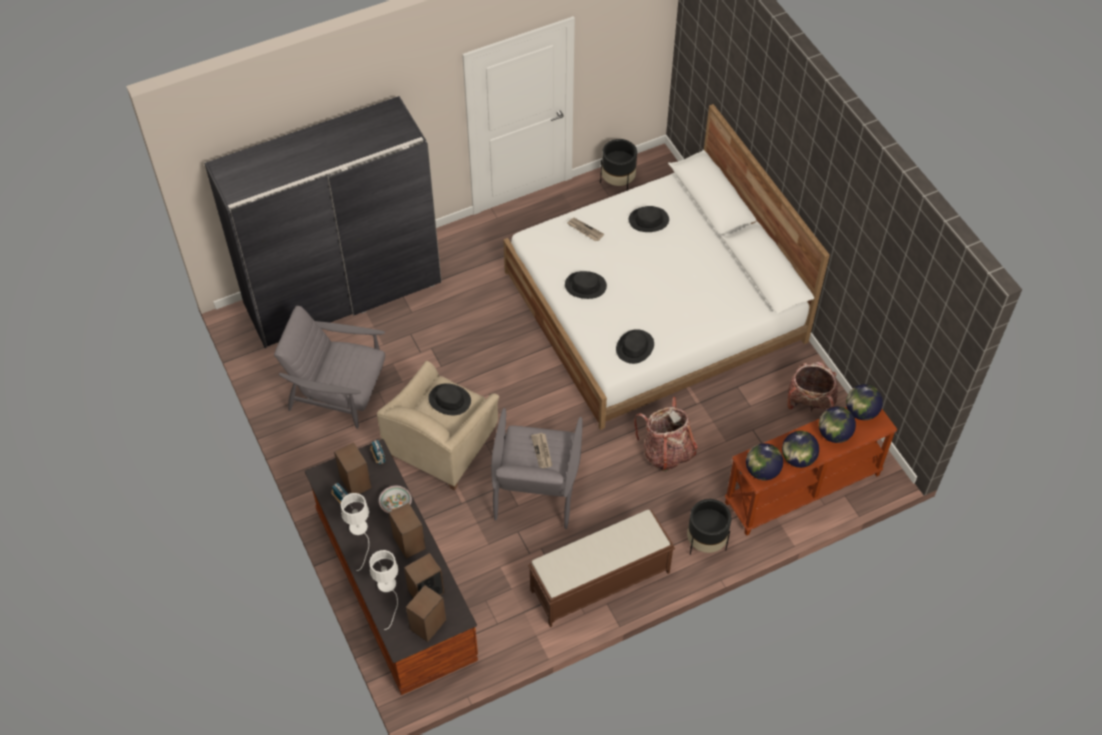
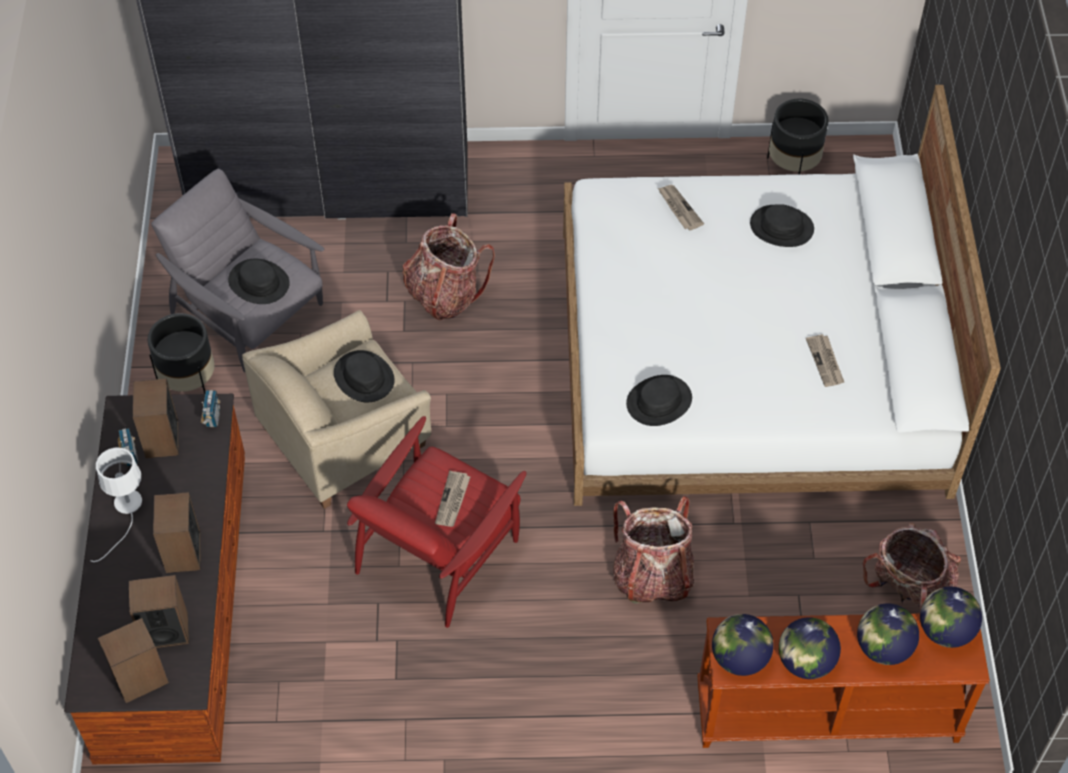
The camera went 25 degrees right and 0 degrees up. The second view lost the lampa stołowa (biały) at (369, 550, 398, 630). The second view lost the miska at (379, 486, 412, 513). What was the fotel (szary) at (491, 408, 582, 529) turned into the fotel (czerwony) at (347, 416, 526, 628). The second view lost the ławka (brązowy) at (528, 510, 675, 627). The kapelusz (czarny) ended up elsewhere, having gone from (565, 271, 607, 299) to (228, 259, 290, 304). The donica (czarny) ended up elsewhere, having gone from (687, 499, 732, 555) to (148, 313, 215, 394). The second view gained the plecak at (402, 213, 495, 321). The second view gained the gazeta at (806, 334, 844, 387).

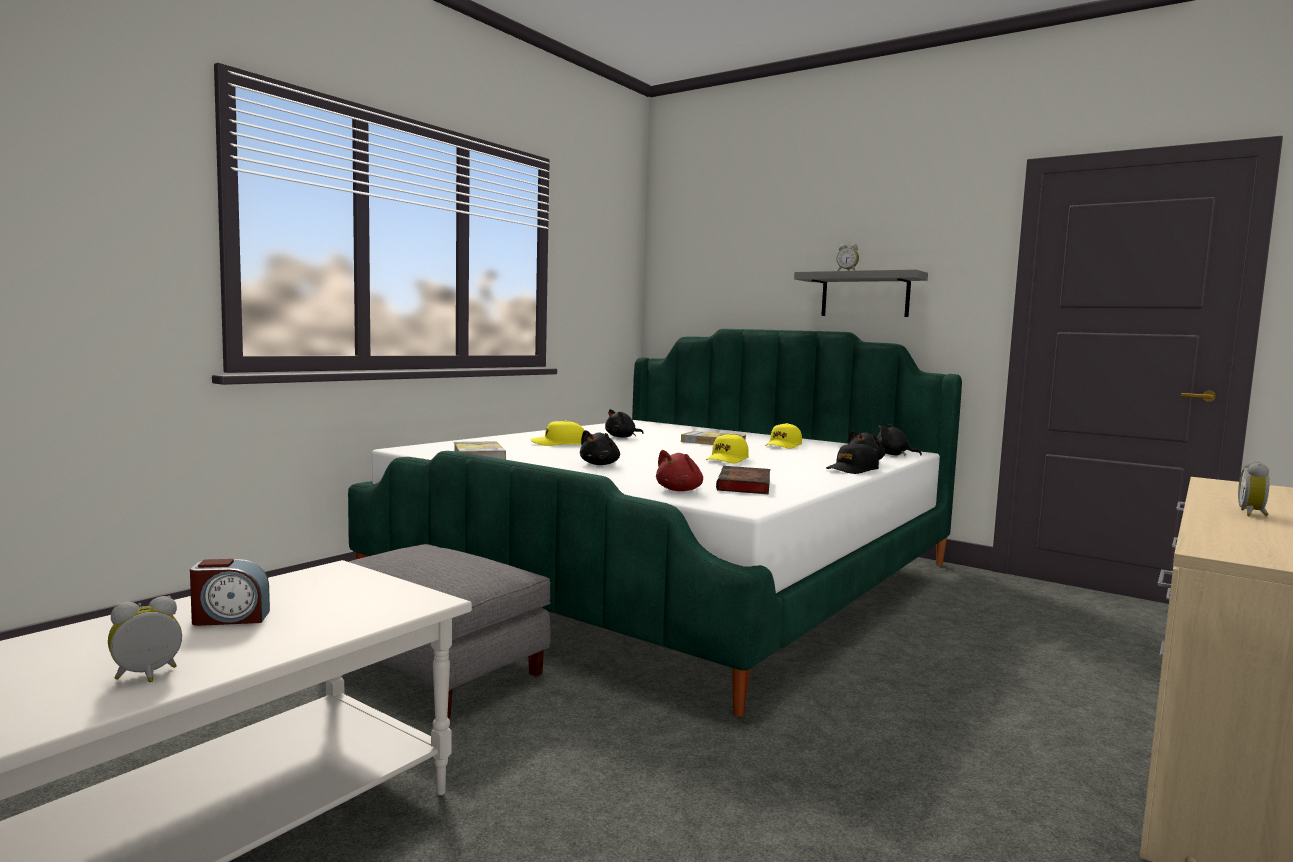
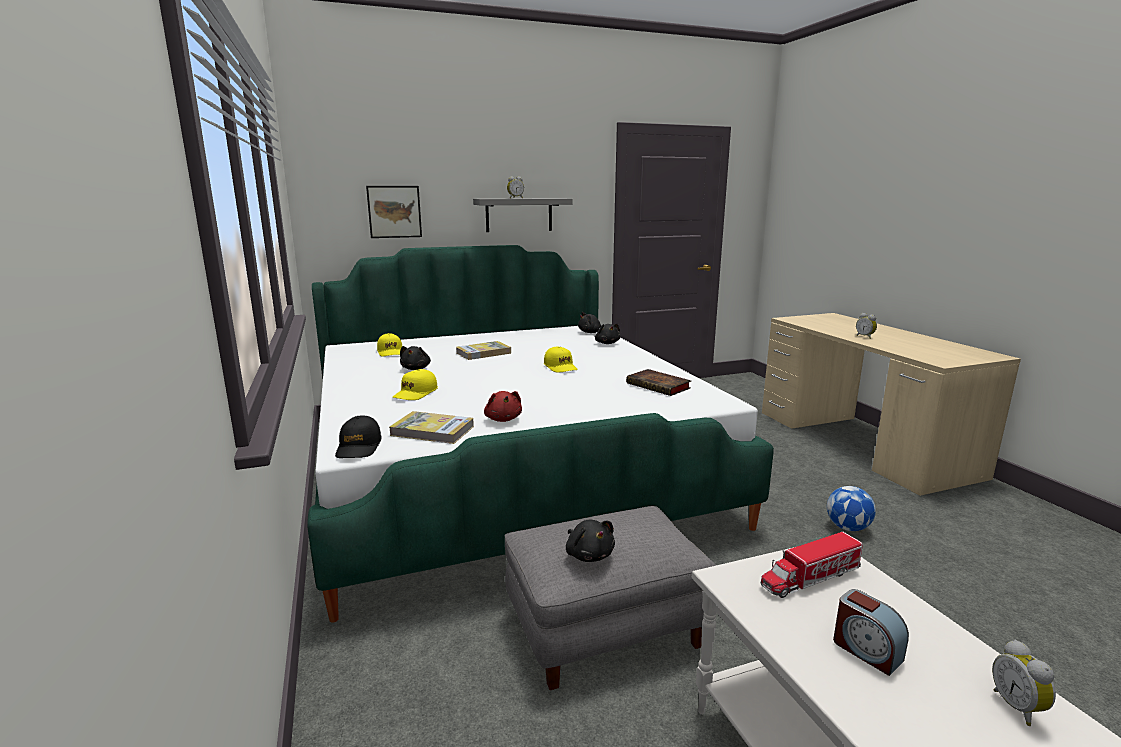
The camera went 55 degrees left and 10 degrees up. The budzik at (190, 559, 270, 626) ended up facing another way, 120 degrees clockwise from before. The pluszak (czarny) ended up elsewhere, having gone from (580, 430, 620, 465) to (566, 520, 615, 562). The pluszak (czerwony) ended up elsewhere, having gone from (656, 450, 703, 491) to (484, 391, 522, 422). The czapka z daszkiem (żółty) ended up elsewhere, having gone from (765, 423, 802, 449) to (377, 333, 402, 357). The czapka z daszkiem (czarny) ended up elsewhere, having gone from (826, 443, 879, 474) to (335, 415, 382, 458). The second view gained the obraz at (366, 186, 422, 238). The second view gained the ciężarówka zabawkowa at (761, 532, 863, 598). The second view gained the piłka futbolowa at (827, 486, 876, 531).

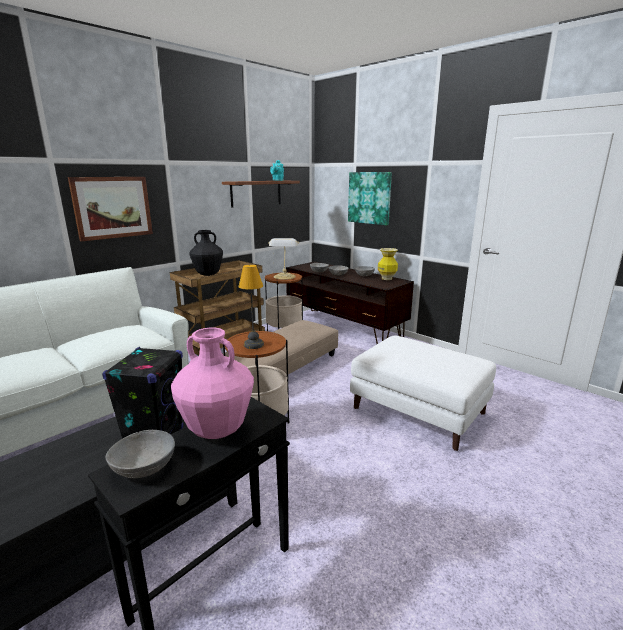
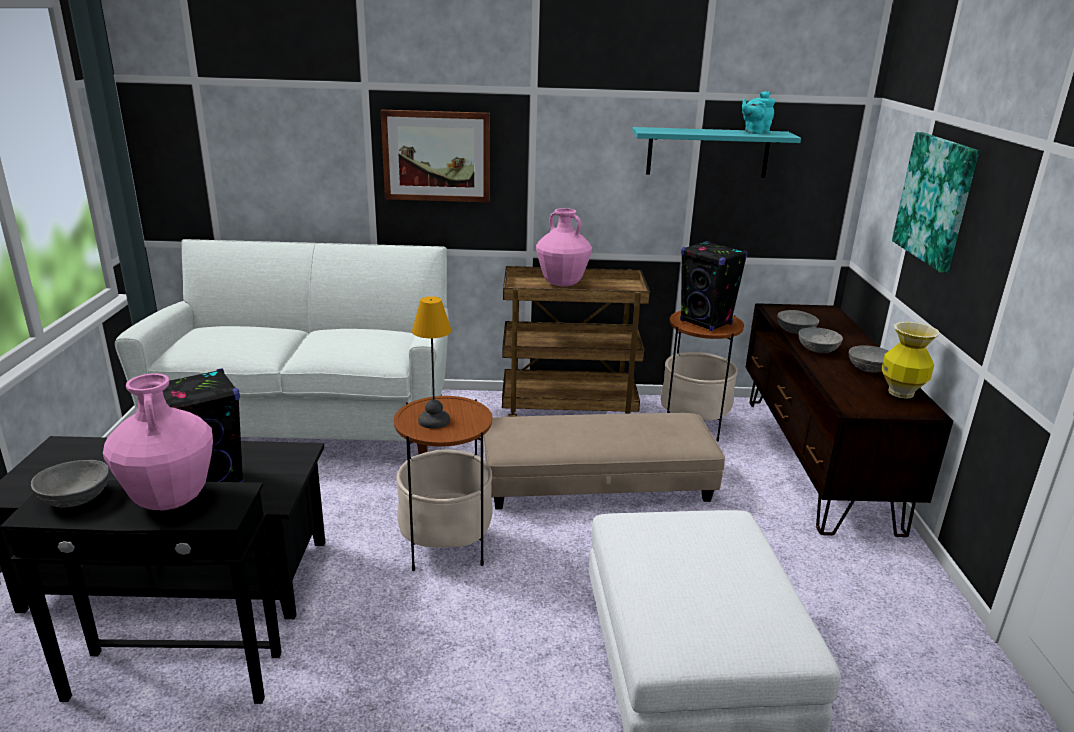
The camera went 45 degrees right and 5 degrees up. What was the wazon (czarny) at (189, 230, 223, 276) turned into the wazon (różowy) at (536, 208, 592, 286). What was the półka (brązowy) at (222, 181, 300, 207) turned into the półka (turkusowy) at (632, 127, 801, 178). Where the lampa stołowa stood at (268, 238, 299, 280), the głośnik (czarny) came to stand at (680, 241, 748, 332).

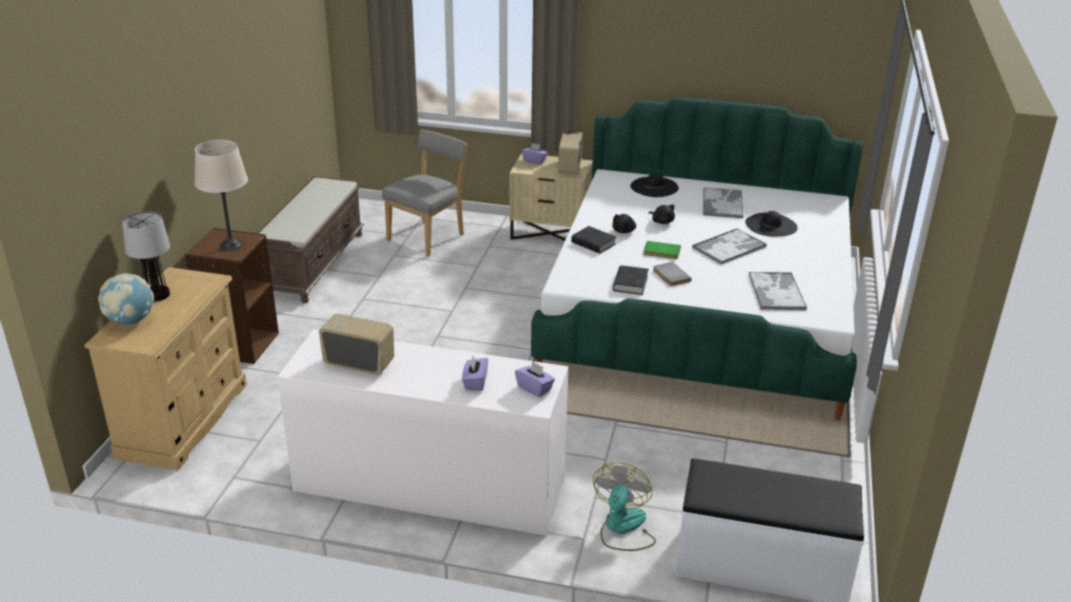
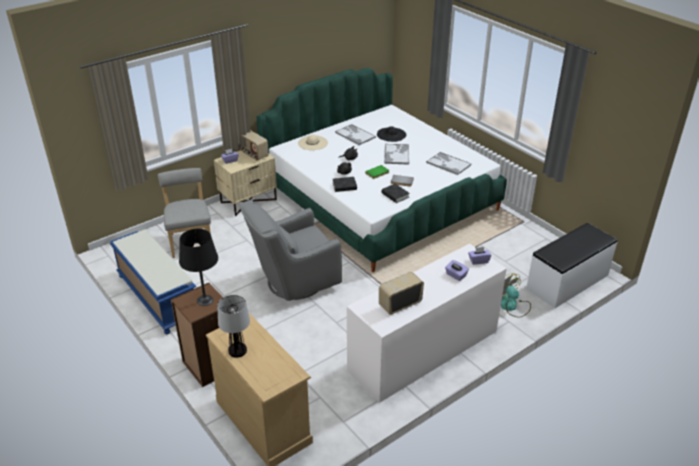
The camera went 50 degrees left and 5 degrees up. The second view lost the globus at (98, 273, 154, 325). What was the lampa stołowa (beżowy) at (195, 140, 248, 251) turned into the lampa stołowa (czarny) at (179, 229, 218, 306). What was the ławka (brązowy) at (258, 176, 364, 303) turned into the ławka (niebieski) at (110, 230, 196, 334). What was the kapelusz (czarny) at (630, 173, 679, 197) turned into the kapelusz (beżowy) at (298, 134, 328, 150). The second view gained the fotel (szary) at (240, 199, 342, 301).

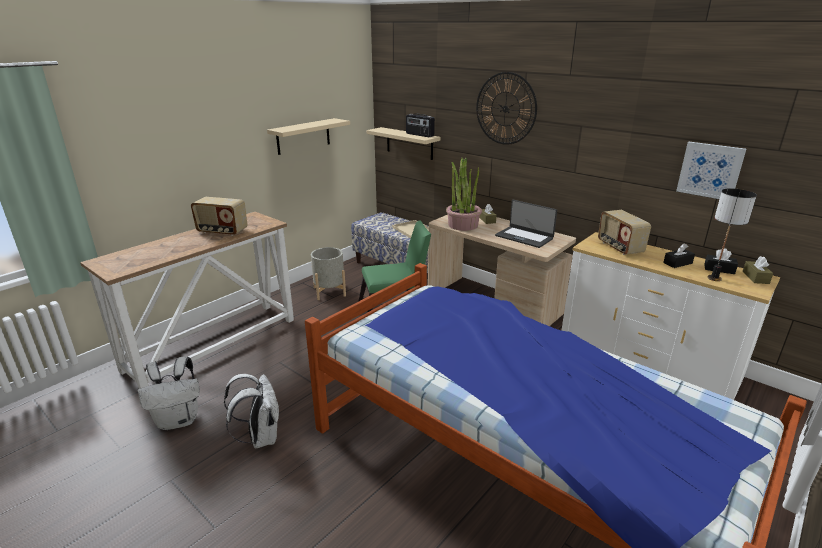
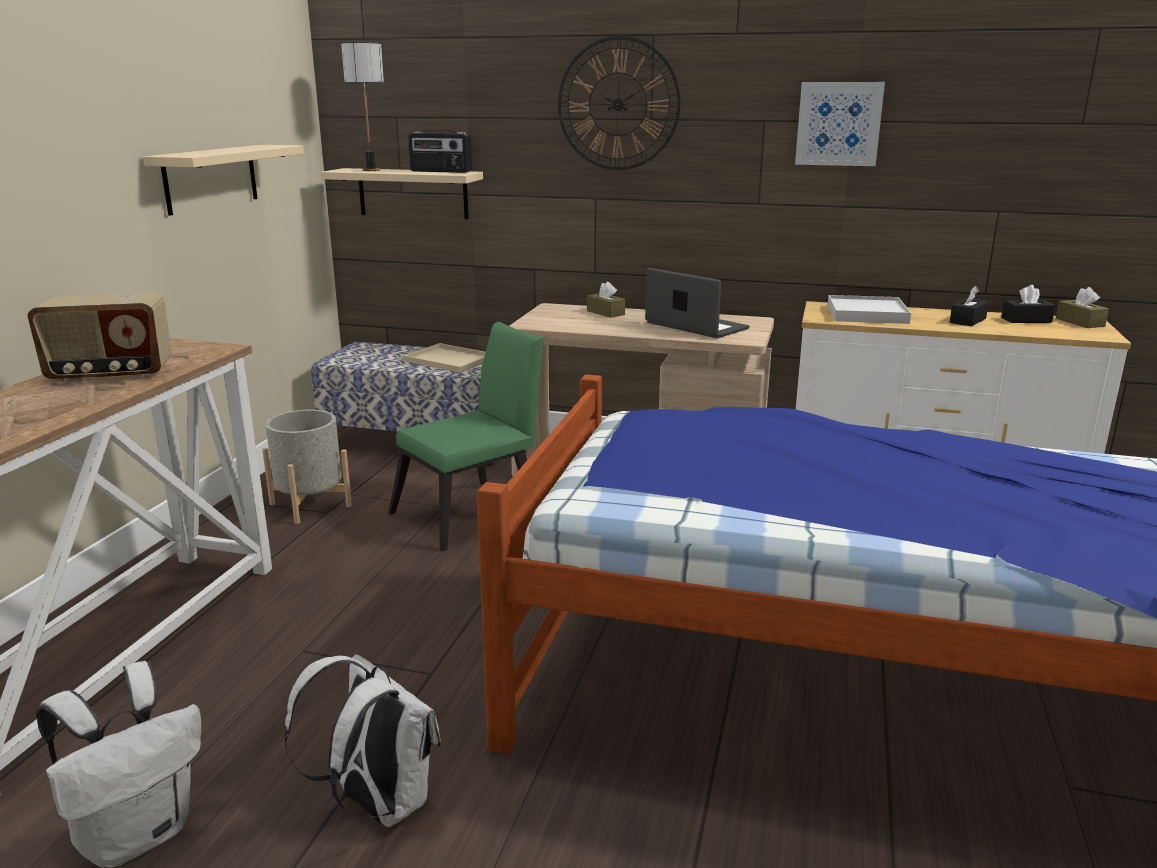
The camera went 25 degrees left and 5 degrees down. The second view lost the roślina doniczkowa at (446, 158, 482, 231). The laptop at (495, 200, 557, 248) ended up facing another way, 150 degrees counterclockwise from before. Where the radio stood at (598, 210, 651, 255), the taca (biały) came to stand at (828, 295, 911, 324). The obraz ended up elsewhere, having gone from (676, 142, 746, 199) to (795, 82, 885, 166). The lampa stołowa ended up elsewhere, having gone from (707, 188, 757, 281) to (341, 42, 384, 171).

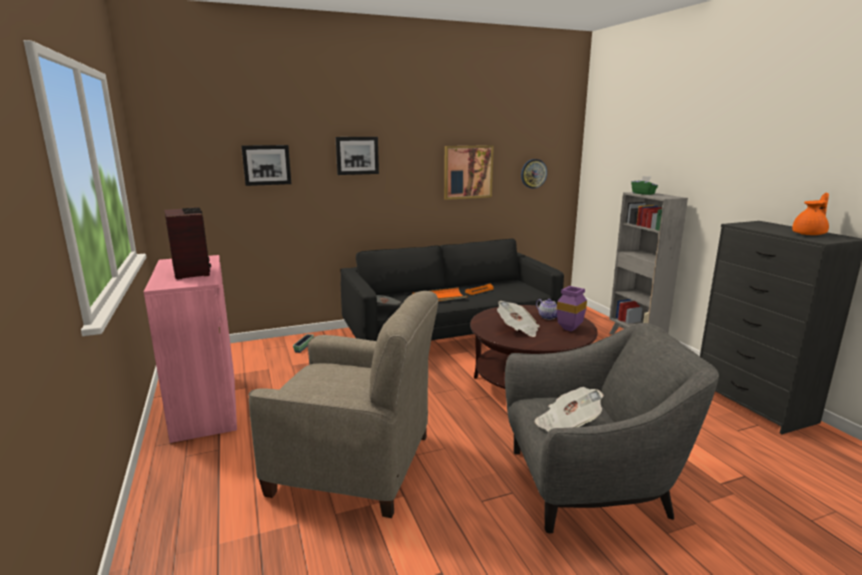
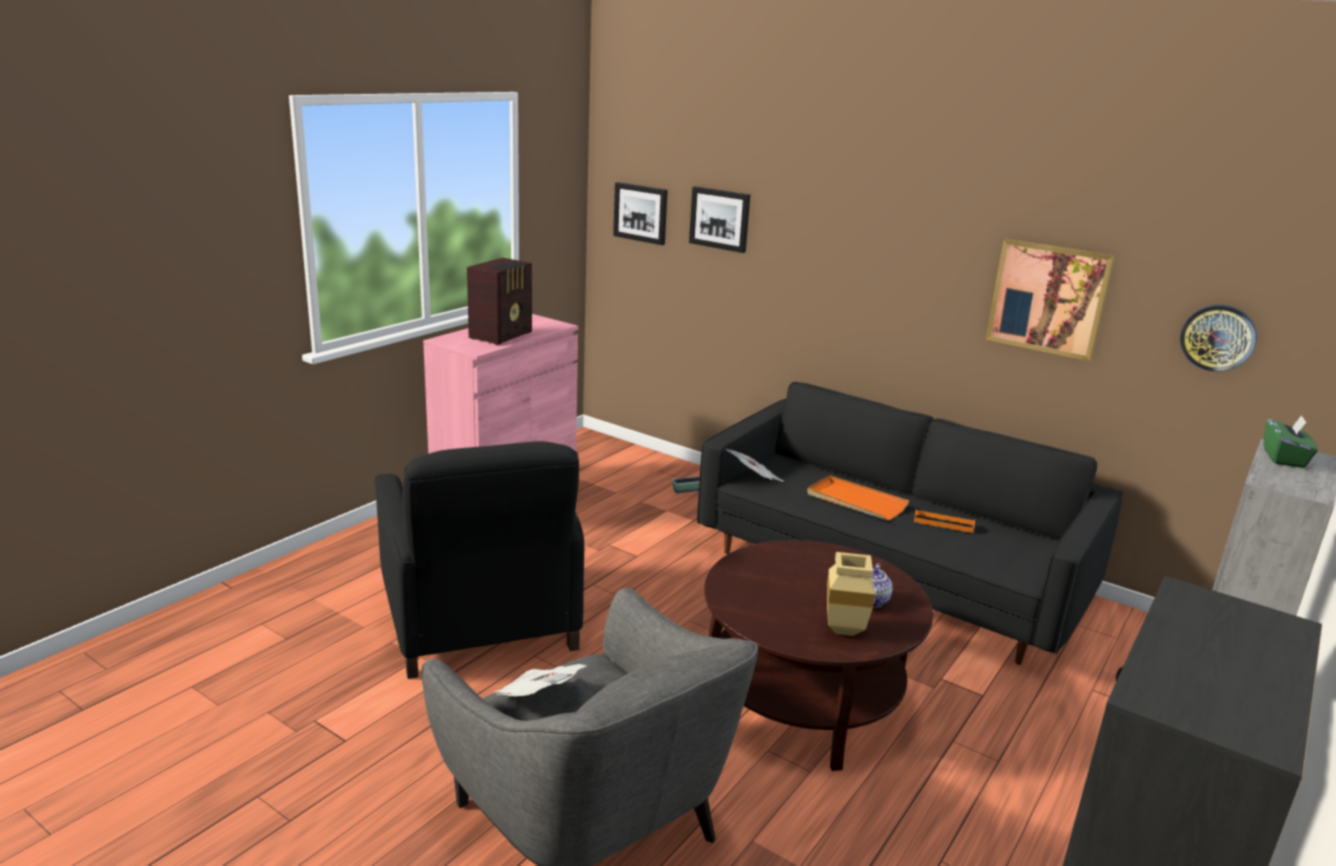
The camera went 55 degrees right and 5 degrees up. What was the fotel (beżowy) at (248, 291, 438, 518) turned into the fotel (czarny) at (375, 441, 584, 679). The obraz ended up elsewhere, having gone from (336, 137, 379, 175) to (613, 182, 668, 245). The second view lost the gazeta at (497, 301, 540, 337). What was the wazon (fioletowy) at (557, 286, 587, 332) turned into the wazon (beżowy) at (827, 552, 875, 636). The second view lost the imbryk (pomarańczowy) at (792, 193, 829, 235).

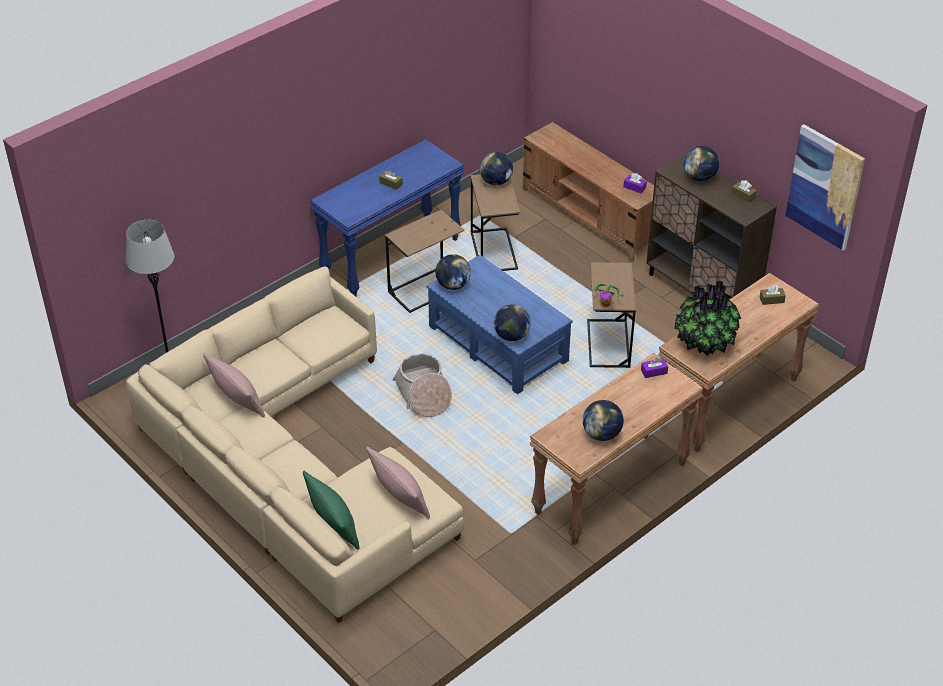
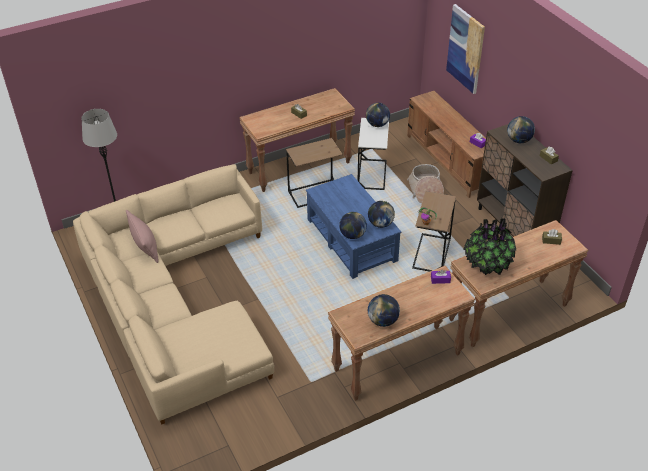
The camera went 15 degrees right and 0 degrees up. The second view lost the poduszka (zielony) at (303, 471, 359, 550). What was the stolik konsolowy (niebieski) at (310, 139, 464, 296) turned into the stolik konsolowy (brązowy) at (239, 88, 355, 192). The second view lost the poduszka (różowy) at (366, 447, 430, 519). The koszyk ended up elsewhere, having gone from (393, 354, 452, 417) to (407, 164, 444, 204). The globus ended up elsewhere, having gone from (435, 254, 471, 290) to (368, 201, 395, 228). What was the stolik (brązowy) at (470, 174, 520, 271) turned into the stolik (biały) at (358, 118, 389, 190). The obraz ended up elsewhere, having gone from (785, 124, 865, 250) to (446, 4, 485, 94).

